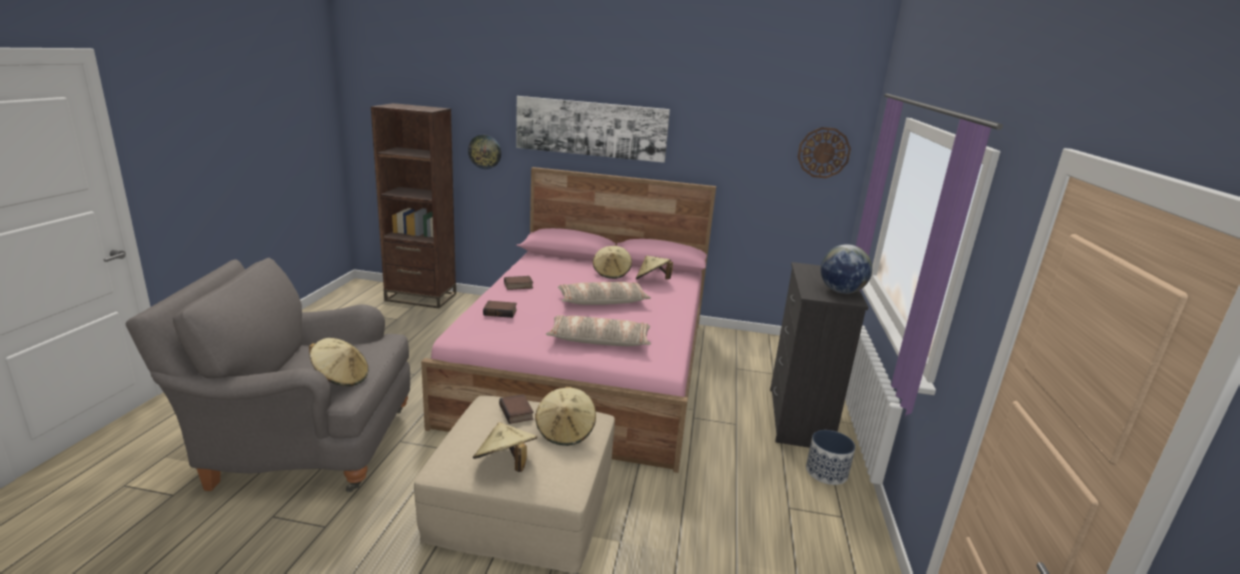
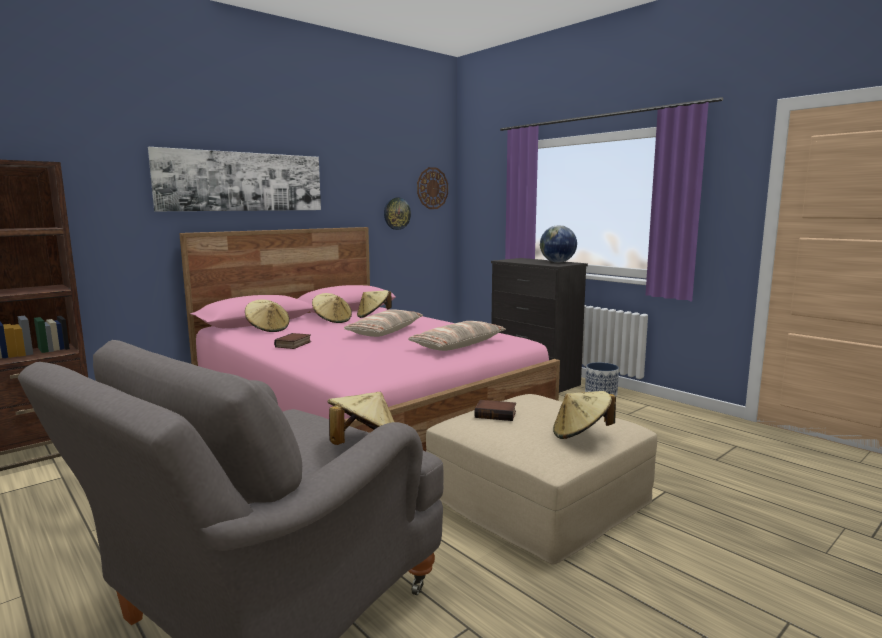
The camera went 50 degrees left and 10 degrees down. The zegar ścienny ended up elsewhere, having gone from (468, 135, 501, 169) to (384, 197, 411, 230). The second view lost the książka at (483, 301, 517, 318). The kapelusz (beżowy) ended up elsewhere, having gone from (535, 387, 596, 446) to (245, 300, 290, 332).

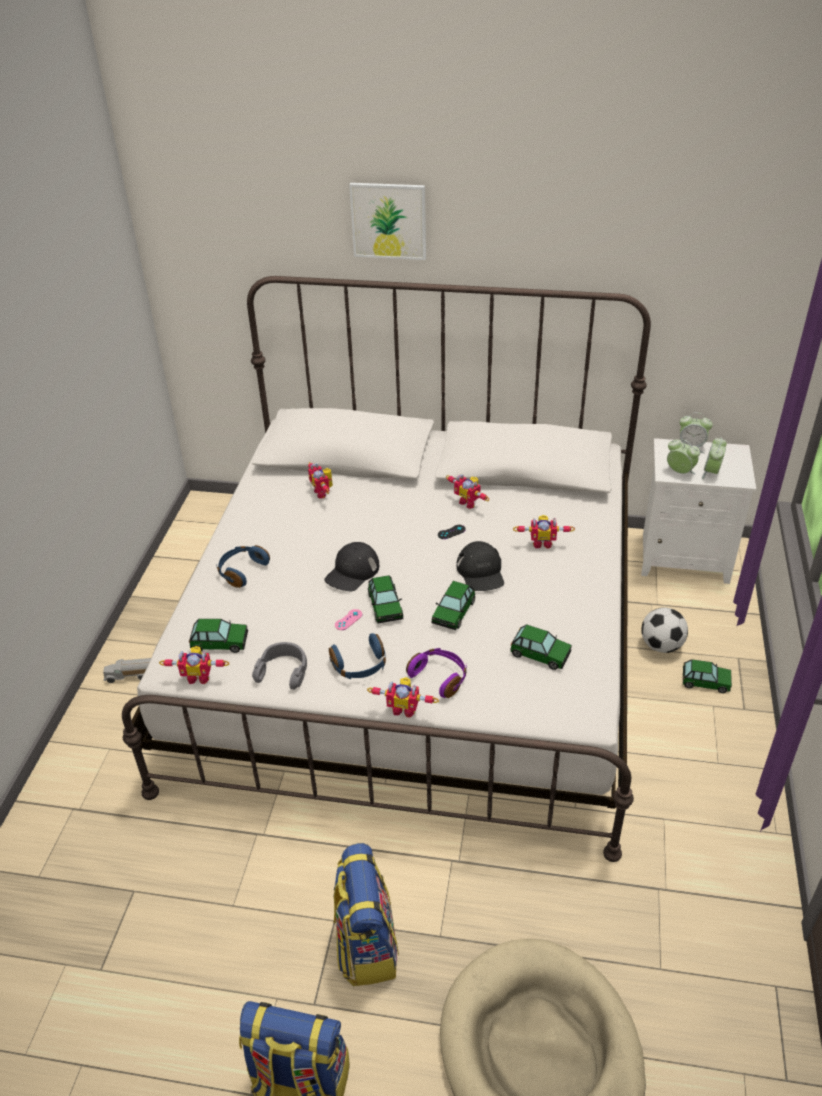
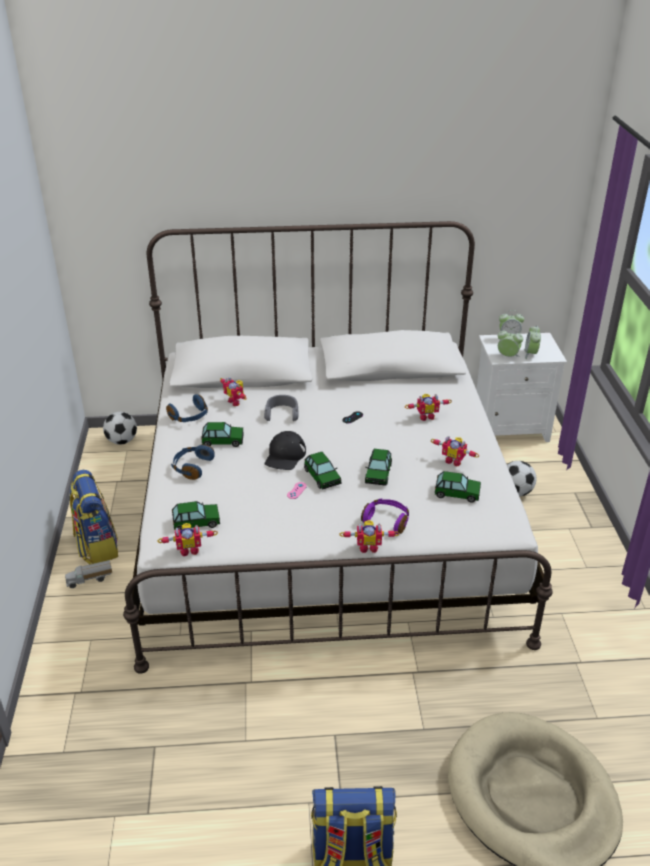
The camera went 15 degrees left and 5 degrees down. The słuchawki (szary) ended up elsewhere, having gone from (252, 642, 307, 690) to (264, 395, 299, 421). The słuchawki (niebieski) ended up elsewhere, having gone from (329, 633, 386, 679) to (166, 394, 208, 422). The plecak ended up elsewhere, having gone from (333, 843, 399, 986) to (69, 470, 118, 564). The second view lost the obraz at (349, 183, 426, 260). The robot zabawkowy ended up elsewhere, having gone from (446, 474, 489, 509) to (431, 436, 479, 466). The second view lost the czapka z daszkiem (czarny) at (457, 541, 504, 591). The samochodzik ended up elsewhere, having gone from (683, 659, 732, 693) to (201, 422, 244, 447). The second view gained the piłka futbolowa at (103, 412, 137, 445).

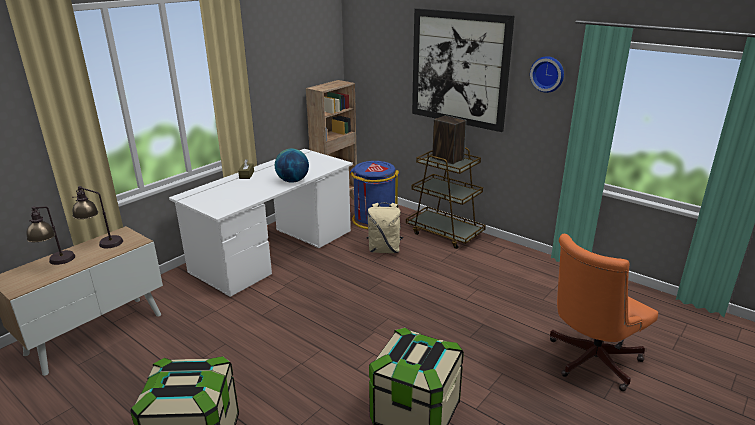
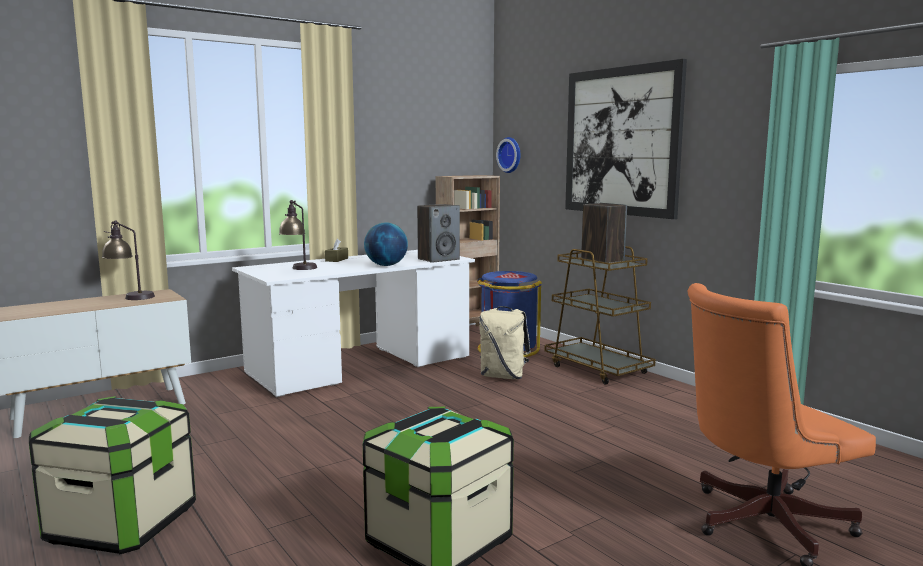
The camera went 15 degrees right and 15 degrees down. The lampa stołowa ended up elsewhere, having gone from (26, 206, 75, 265) to (279, 200, 317, 270). The zegar ścienny ended up elsewhere, having gone from (530, 56, 564, 93) to (496, 137, 521, 173). The second view gained the głośnik at (417, 204, 460, 263).

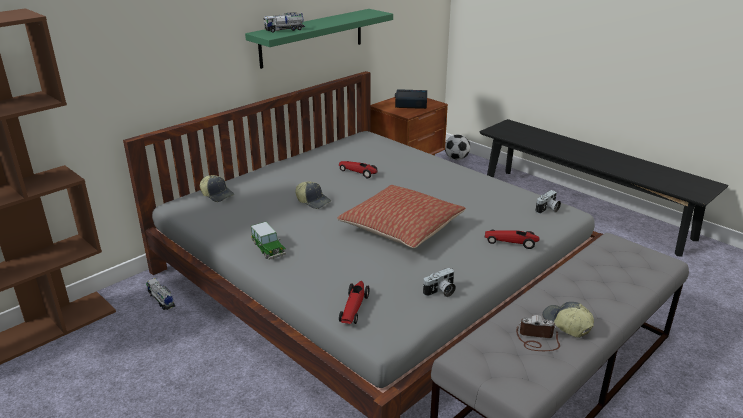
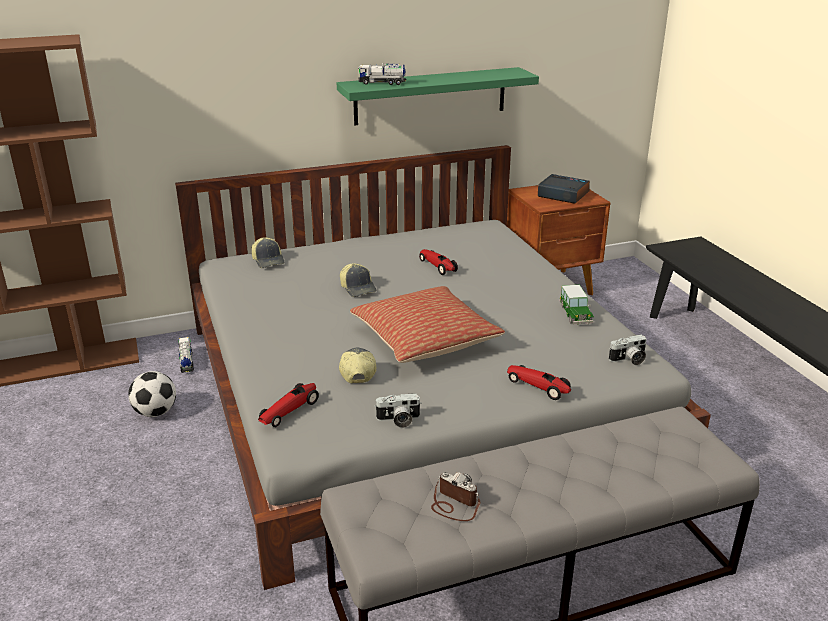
The camera went 25 degrees right and 0 degrees up. The samochodzik ended up elsewhere, having gone from (251, 222, 286, 260) to (559, 285, 594, 325). The piłka futbolowa ended up elsewhere, having gone from (445, 135, 470, 160) to (128, 371, 176, 417). The czapka z daszkiem ended up elsewhere, having gone from (542, 302, 594, 338) to (339, 347, 376, 383).

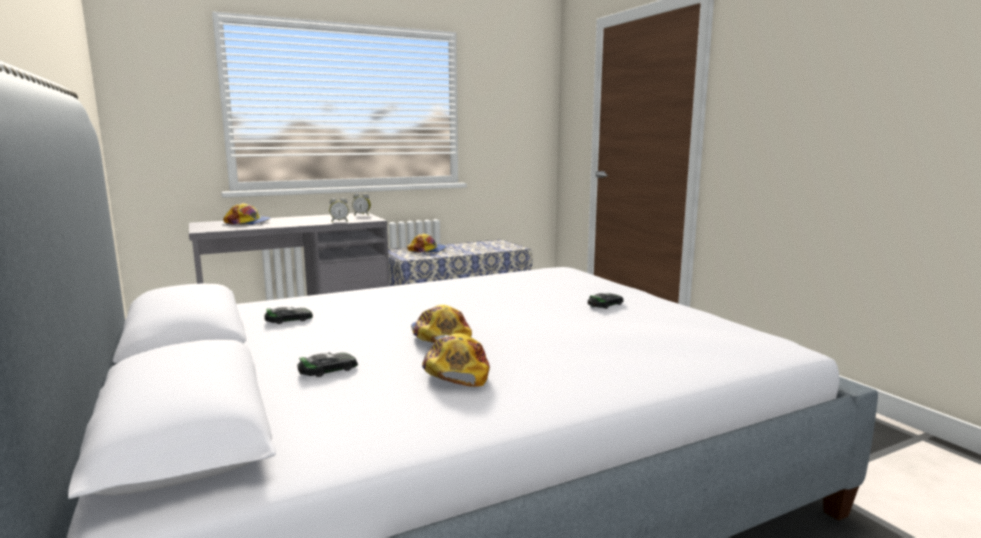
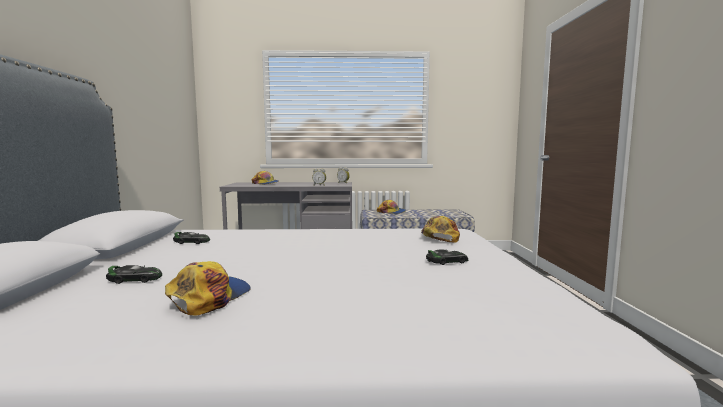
The camera went 25 degrees right and 5 degrees down. The czapka z daszkiem ended up elsewhere, having gone from (411, 305, 472, 343) to (421, 216, 460, 243).

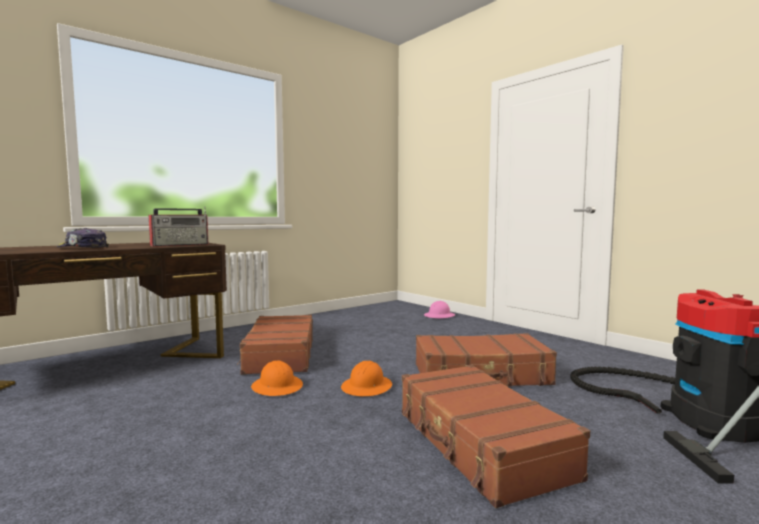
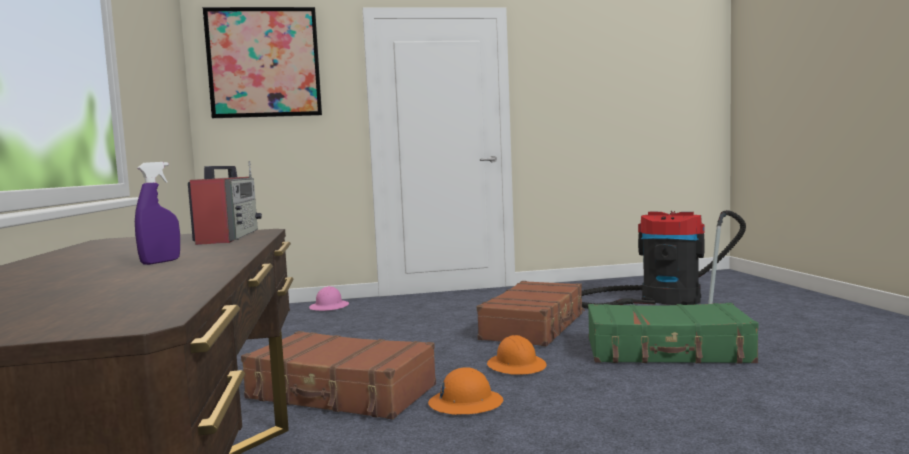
The camera went 60 degrees left and 0 degrees up. Where the czapka z daszkiem stood at (57, 228, 109, 248), the spryskiwacz (fioletowy) came to stand at (135, 162, 180, 265). What was the walizka (brązowy) at (402, 365, 590, 508) turned into the walizka (zielony) at (588, 303, 759, 364). The second view gained the obraz at (203, 7, 322, 118).

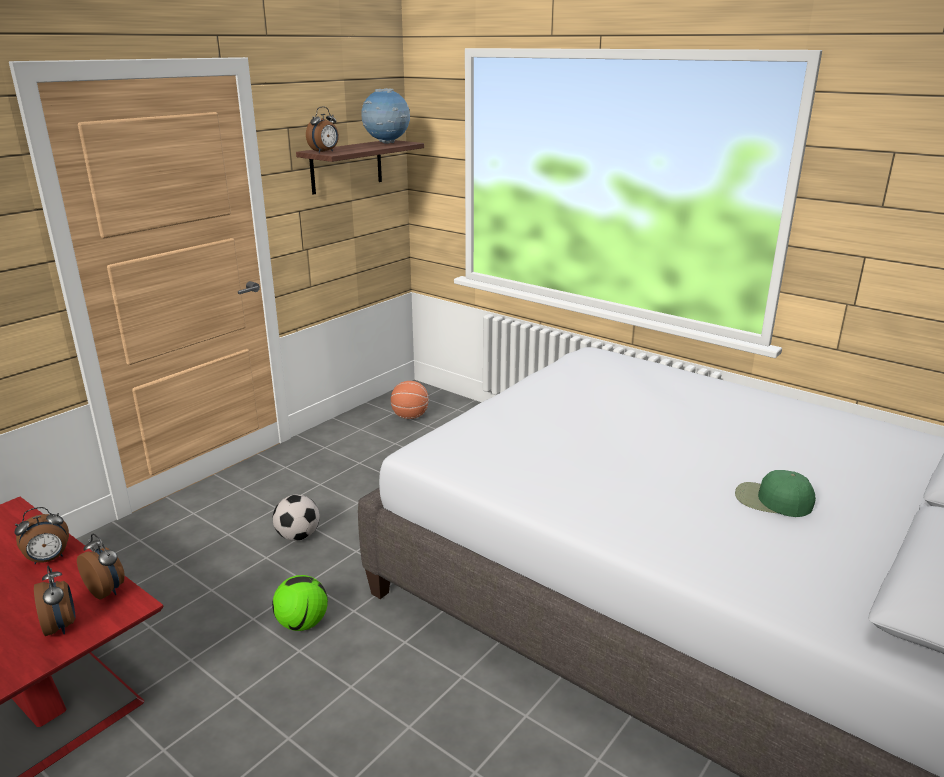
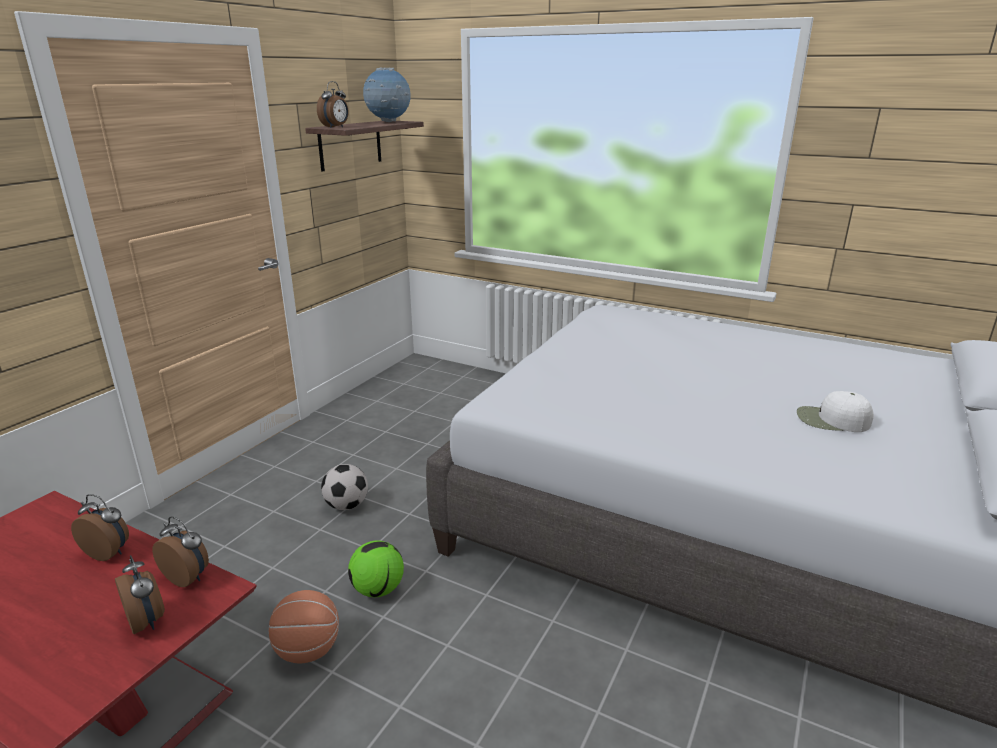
The camera went 10 degrees left and 0 degrees up. The budzik at (15, 507, 69, 564) ended up facing another way, 120 degrees counterclockwise from before. The piłka do koszykówki ended up elsewhere, having gone from (391, 381, 429, 419) to (269, 590, 339, 663). What was the czapka z daszkiem (zielony) at (735, 470, 816, 517) turned into the czapka z daszkiem (biały) at (797, 391, 874, 432).

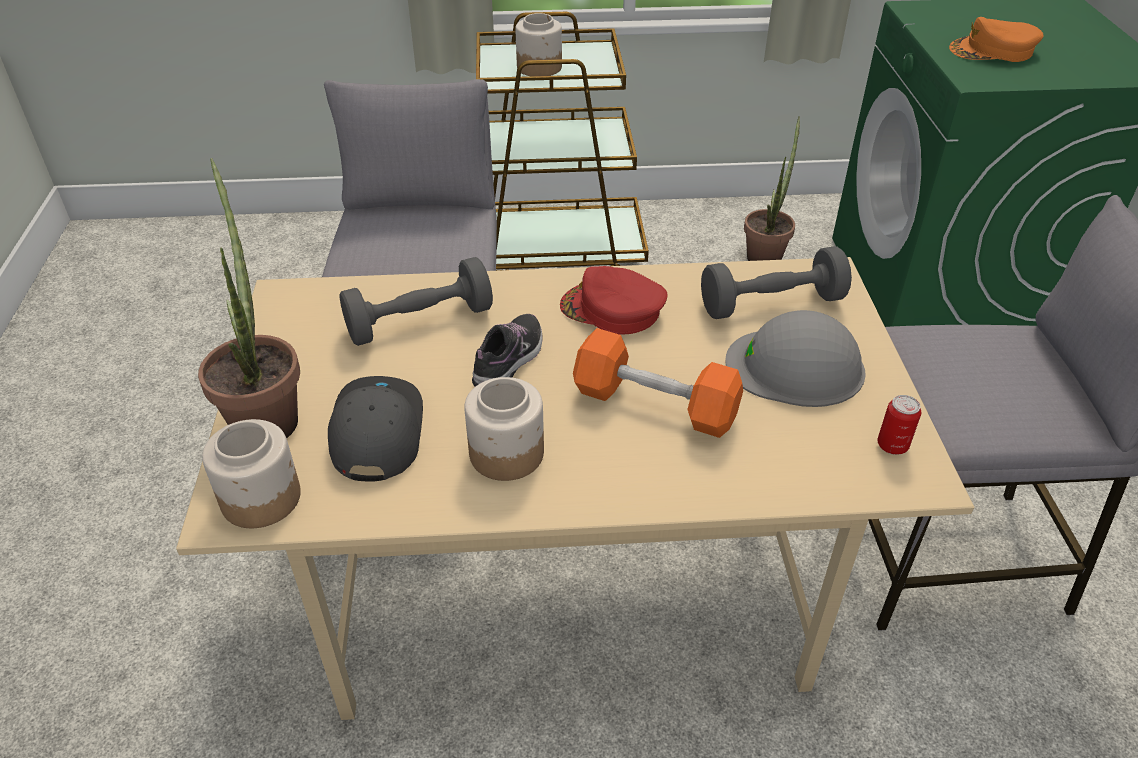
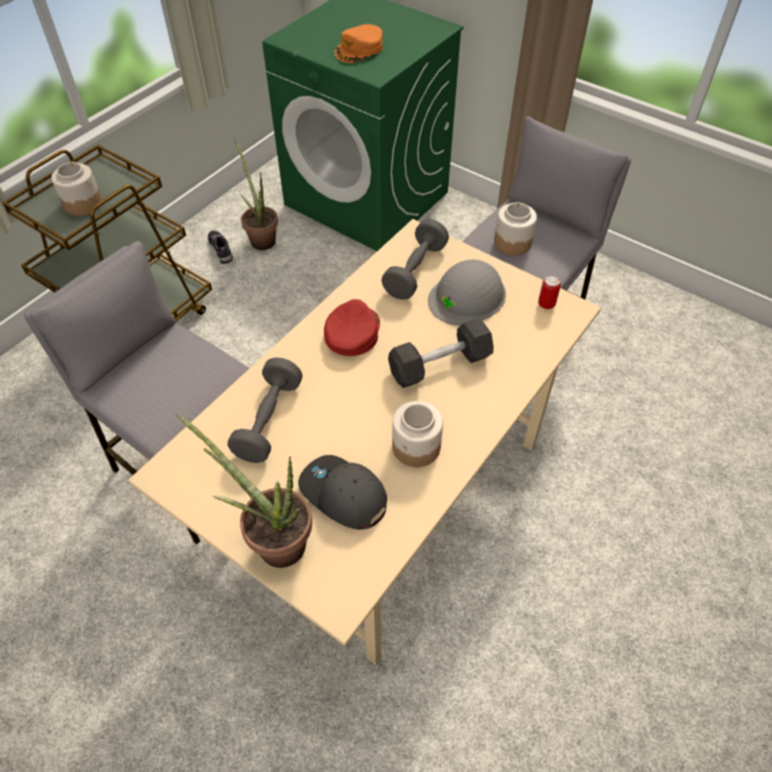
The camera went 50 degrees left and 10 degrees up. The słoik ended up elsewhere, having gone from (202, 419, 301, 528) to (494, 202, 537, 256). The but ended up elsewhere, having gone from (472, 314, 542, 387) to (208, 230, 233, 264). The czapka z daszkiem (czerwony) at (560, 266, 668, 335) ended up facing another way, 135 degrees clockwise from before. What was the hantel (pomarańczowy) at (573, 328, 743, 438) turned into the hantel (czarny) at (388, 318, 494, 388).

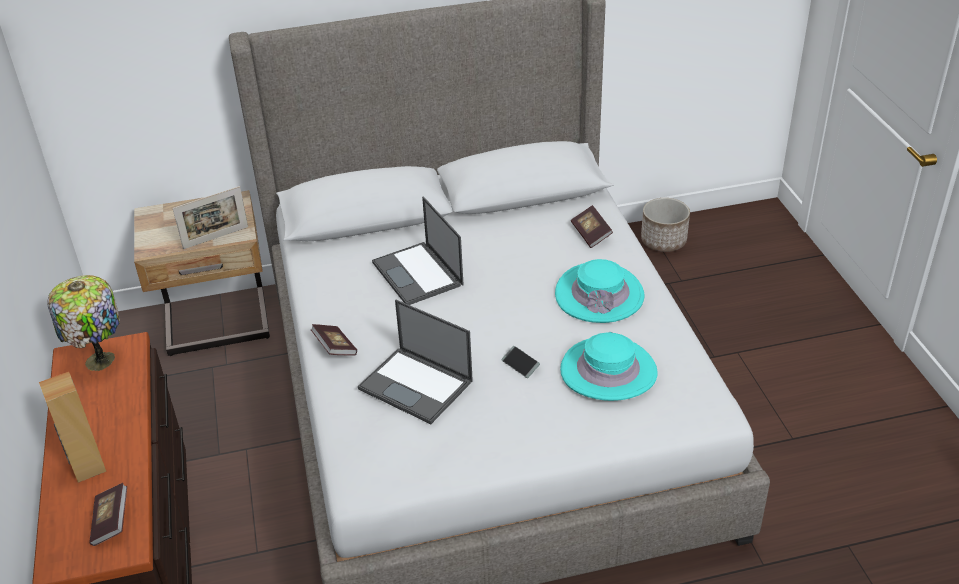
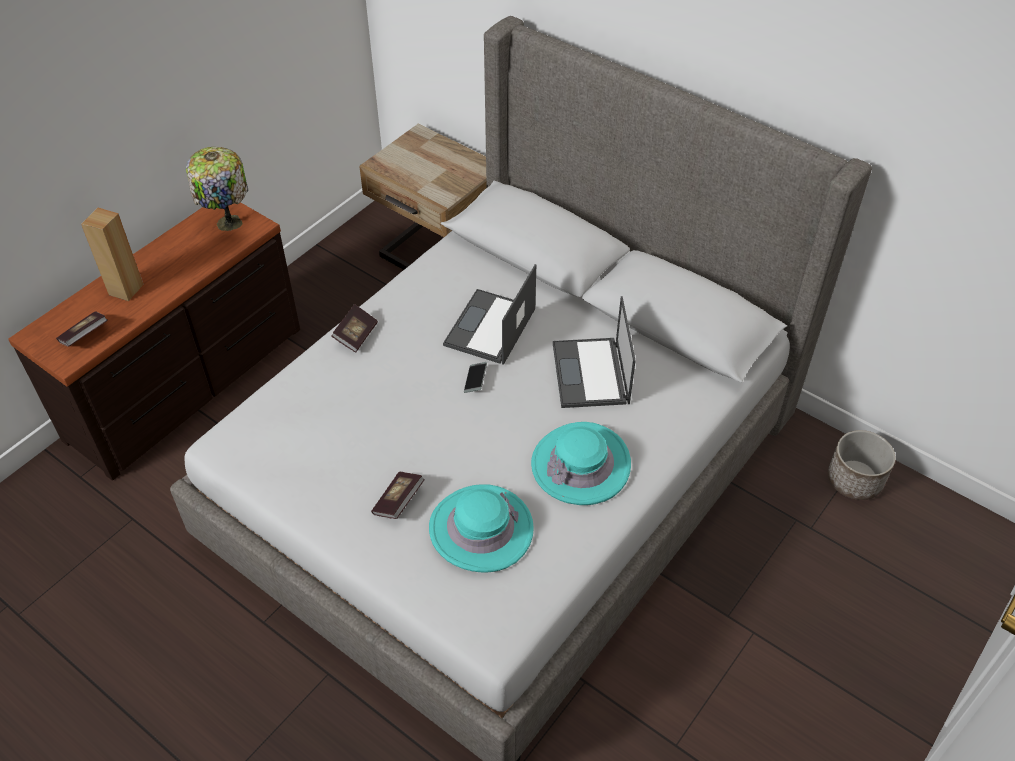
The camera went 50 degrees right and 10 degrees up. The second view lost the ramka na zdjęcie at (173, 186, 248, 249). The laptop ended up elsewhere, having gone from (358, 300, 473, 424) to (553, 296, 636, 408). The telefon ended up elsewhere, having gone from (501, 346, 540, 378) to (464, 362, 487, 393). The książka ended up elsewhere, having gone from (571, 205, 613, 248) to (371, 472, 425, 519).

